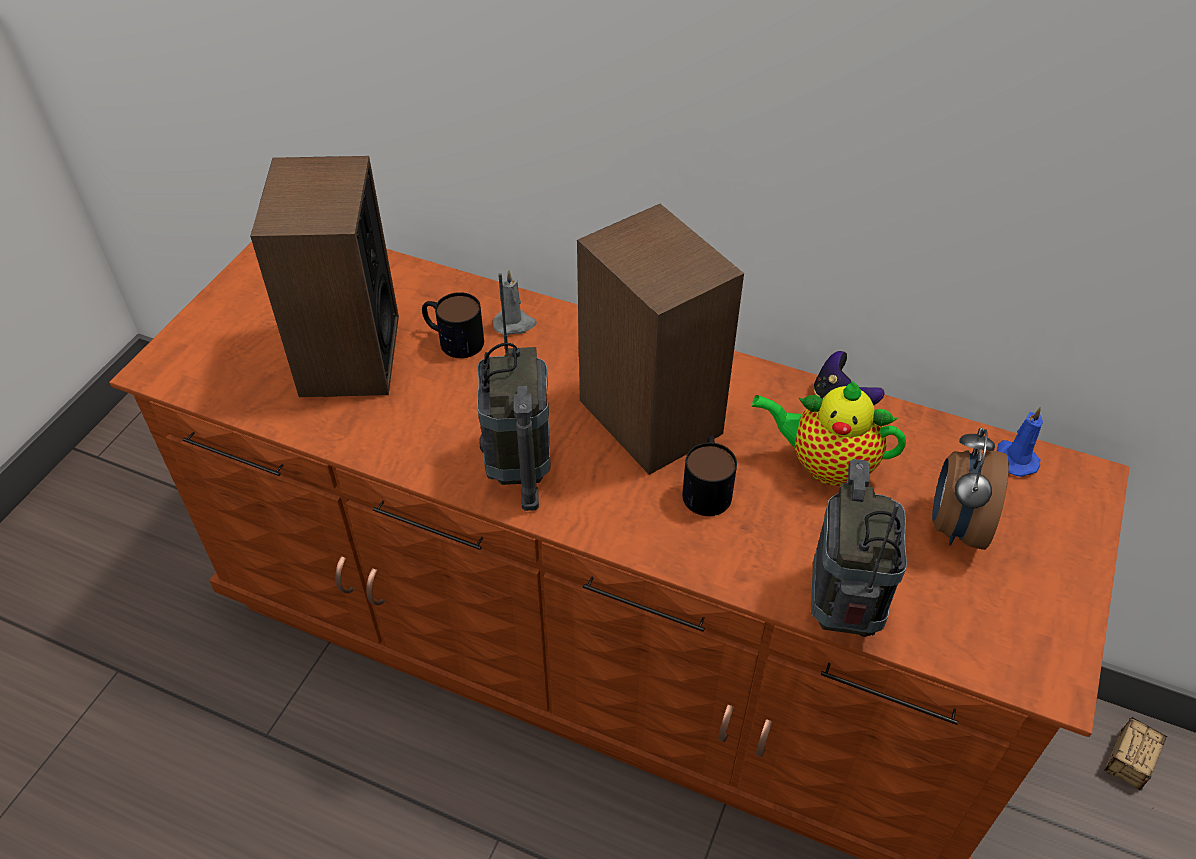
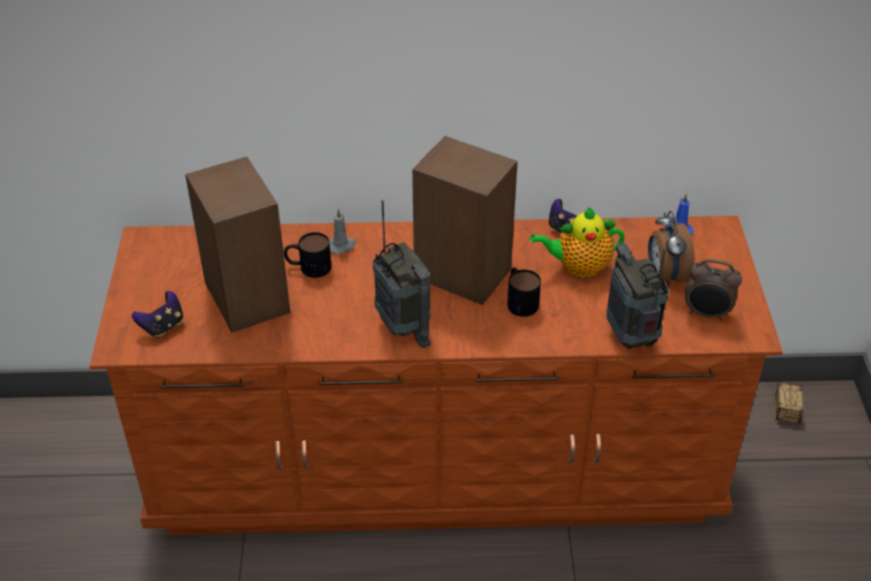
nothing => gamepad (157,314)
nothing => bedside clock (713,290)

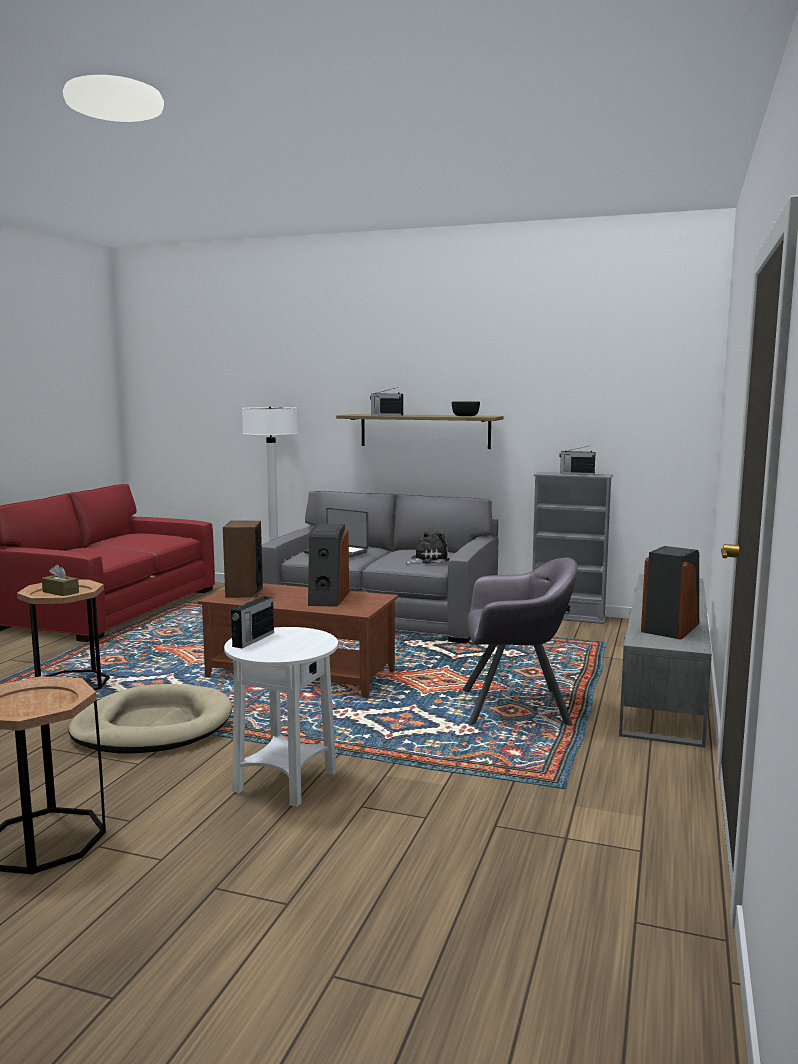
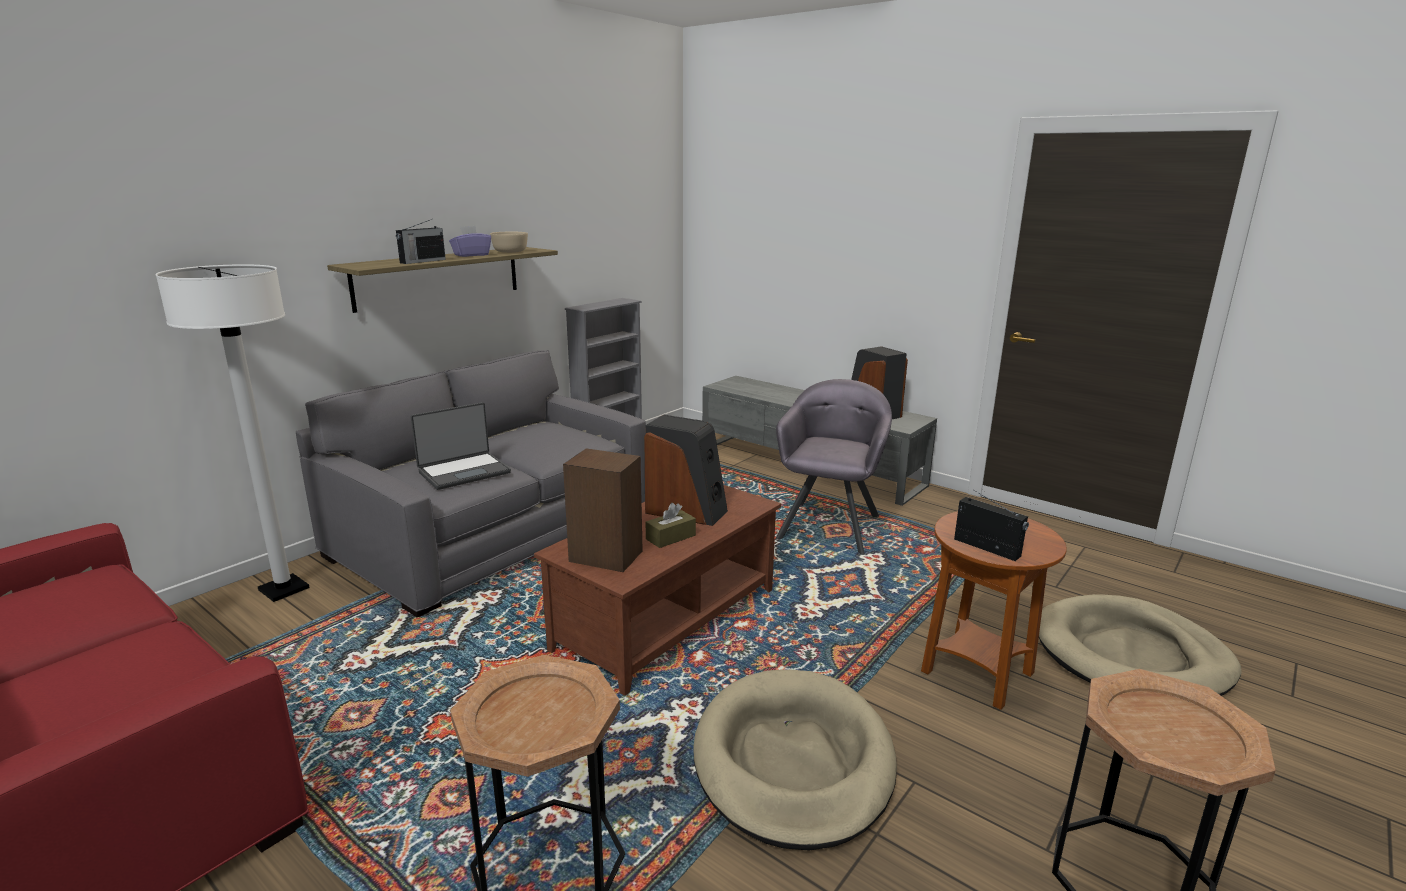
brown-coloured tissue holder (60,580) => brown-coloured tissue holder (671,525), relocated
whitish end table (281,717) => brown-coloured end table (994,610)
plush toy (427,548) => nothing
black-coloured serving bowl (466,408) => beige-coloured serving bowl (509,242)
radio receiver (577,460) => nothing
nothing => purple-coloured tissue holder (470,241)
nothing => beige-coloured dog cushion (1140,645)

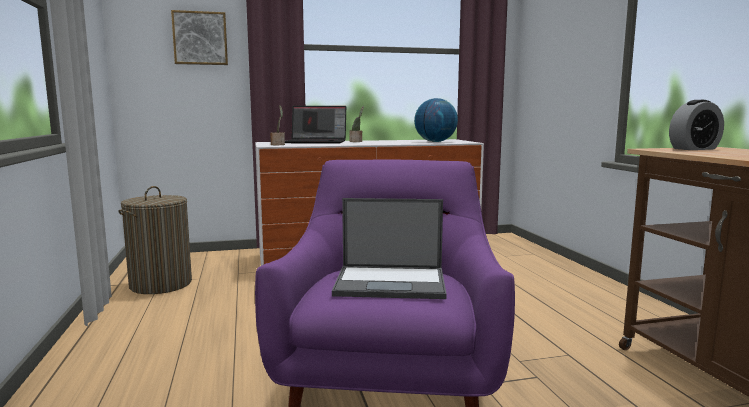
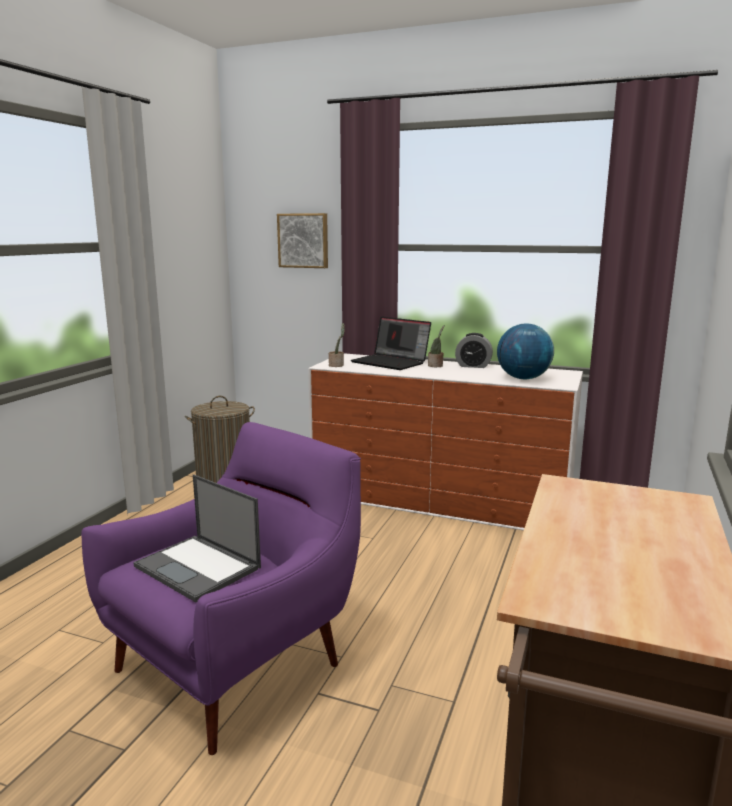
bedside clock (696,125) => bedside clock (474,350), relocated

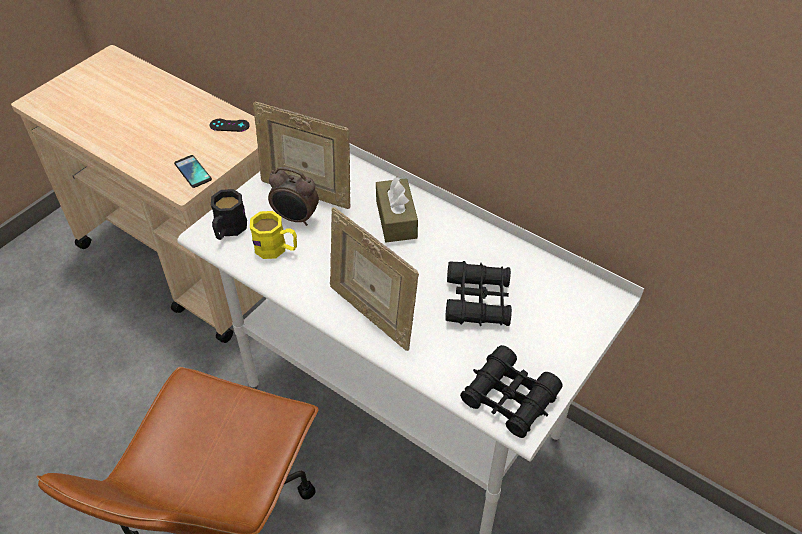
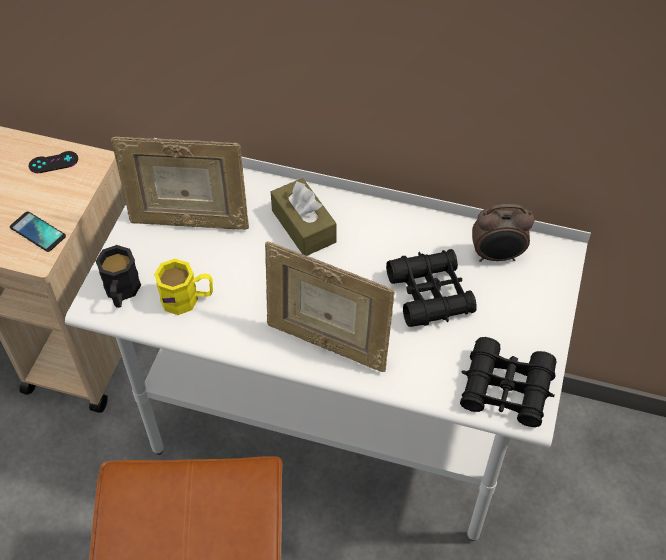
bedside clock (293,196) => bedside clock (503,233), relocated

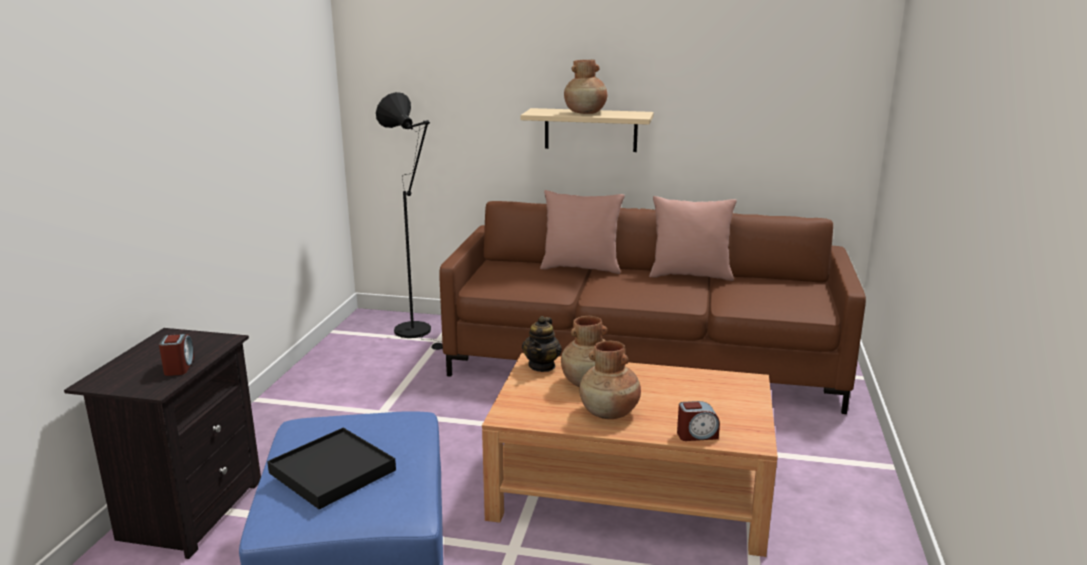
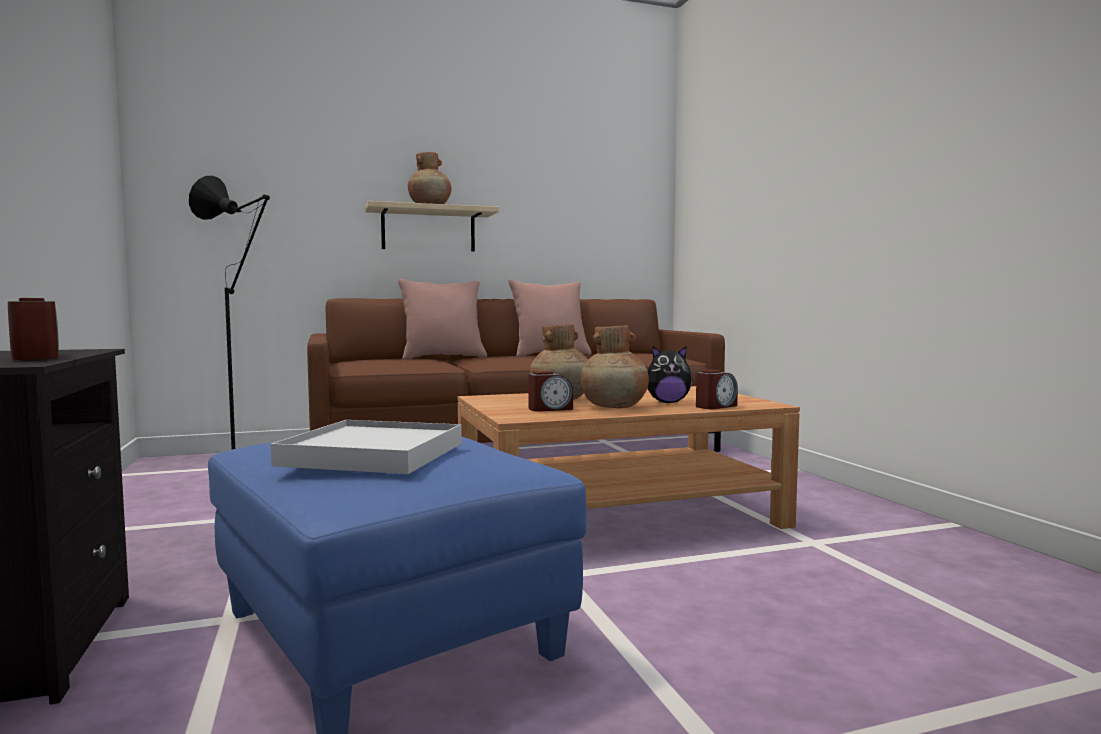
black-coloured serving tray (331,469) => whitish serving tray (366,447)
pot for tea (542,344) => nothing
nothing => bedside clock (550,391)
nothing => plush toy (670,374)

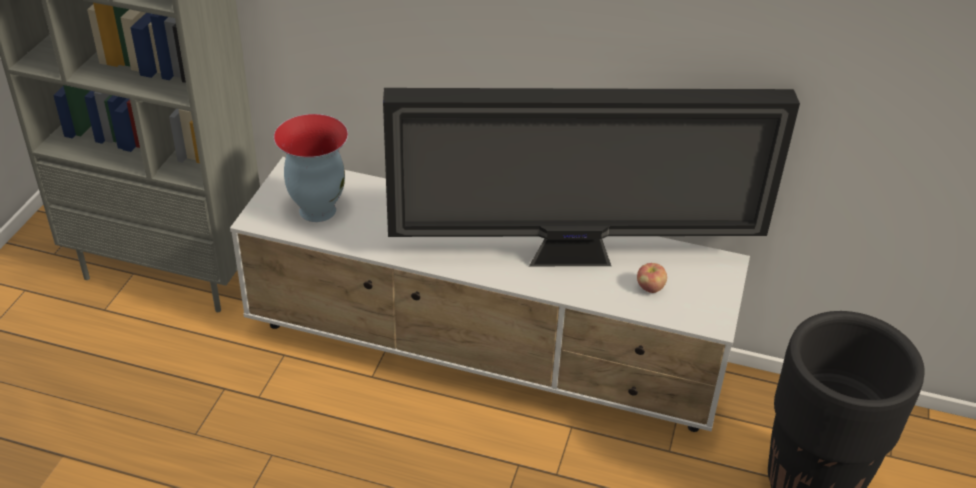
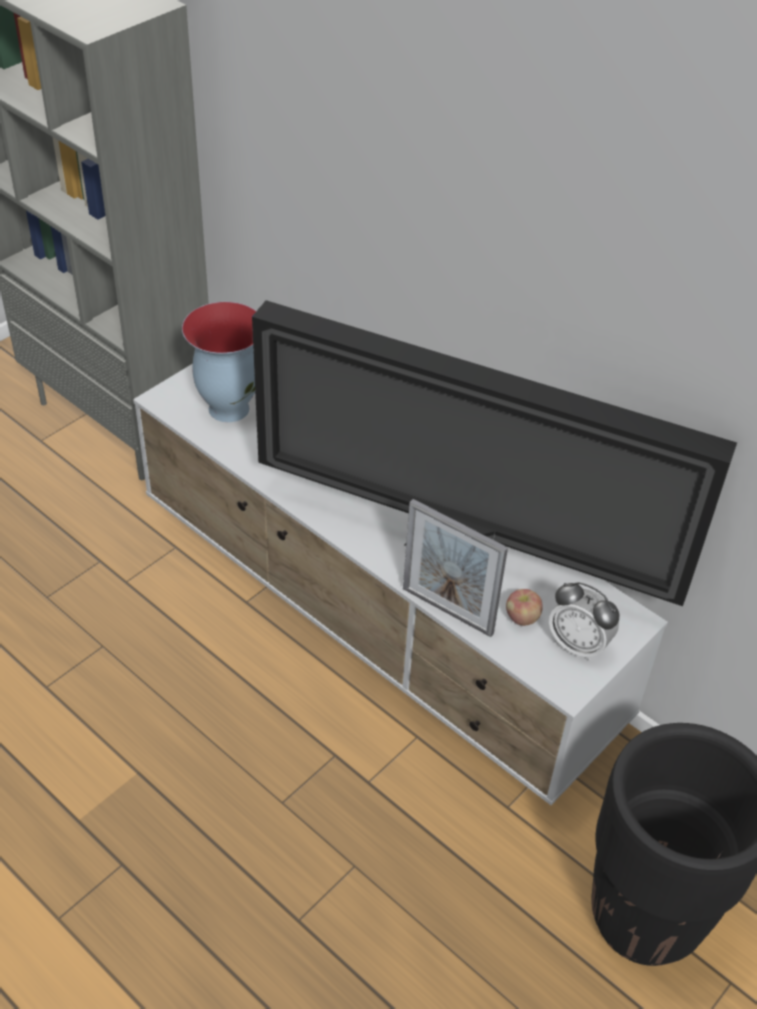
nothing => photo frame (455,568)
nothing => bedside clock (584,621)

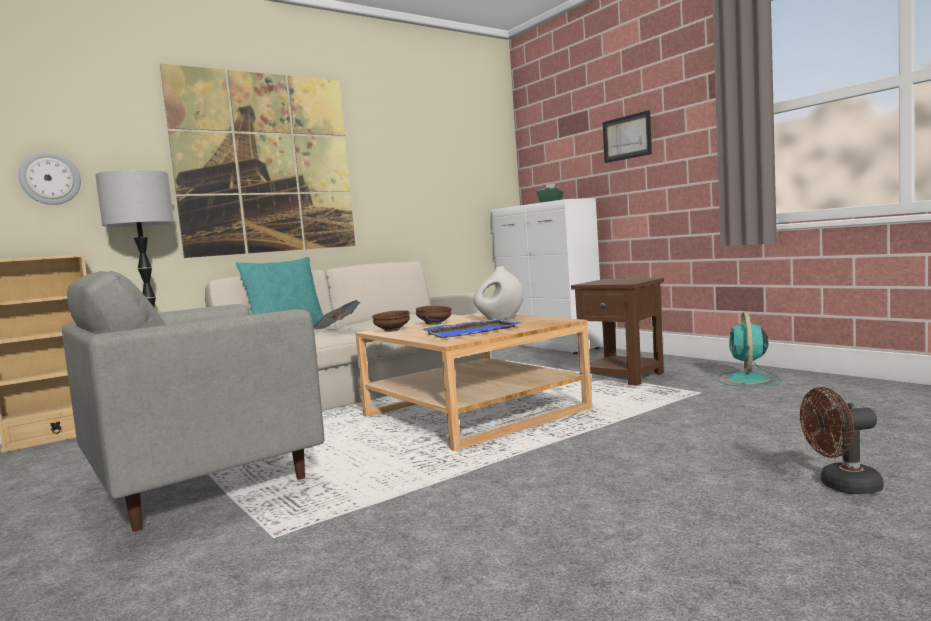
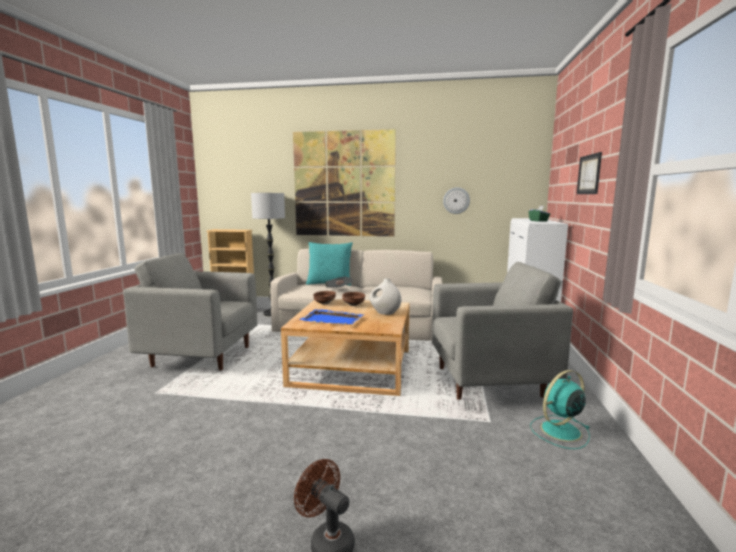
clock on the wall (50,178) => clock on the wall (456,200), relocated
brown-coloured end table (617,332) => gray lounge chair (502,331)

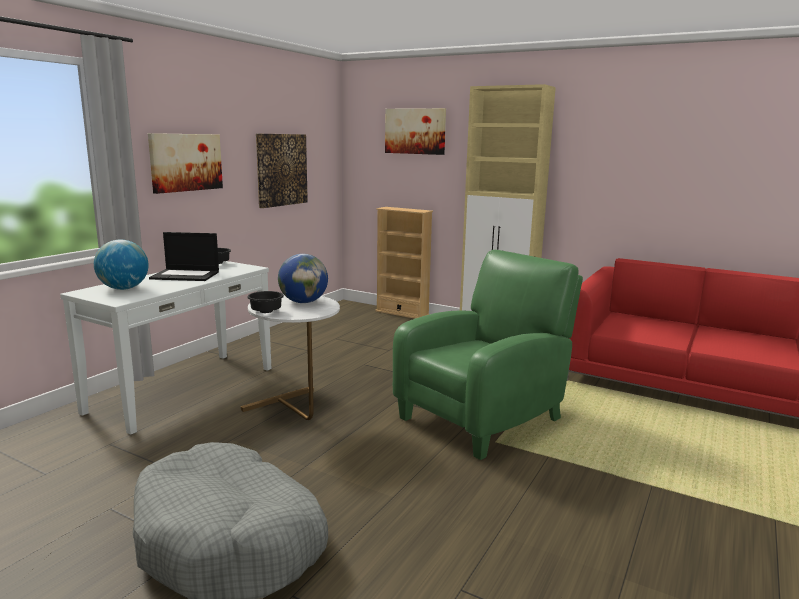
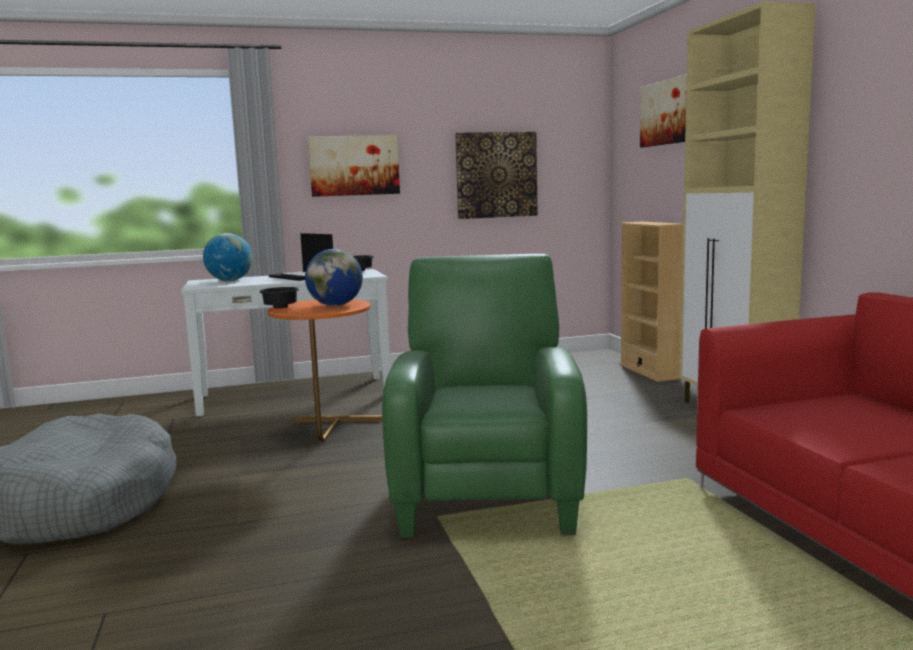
whitish end table (290,357) => orange end table (325,370)
green lounge chair (488,355) => green lounge chair (484,396), 90 degrees counterclockwise

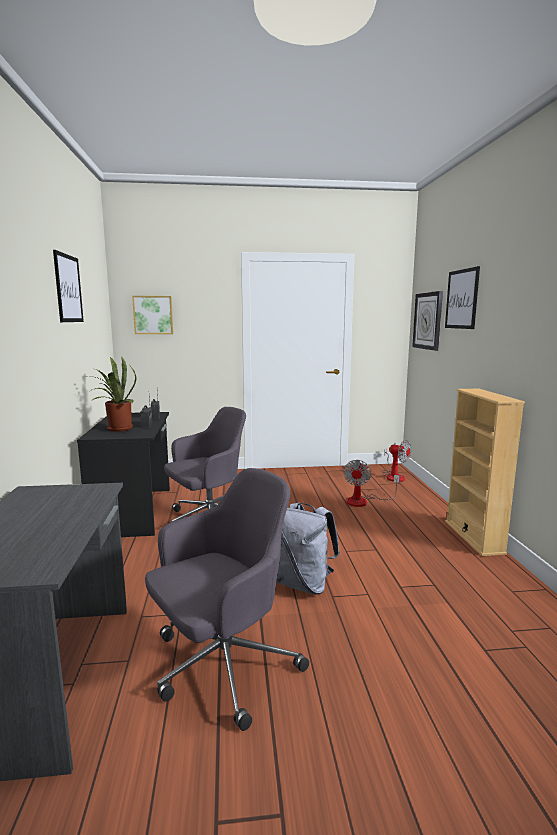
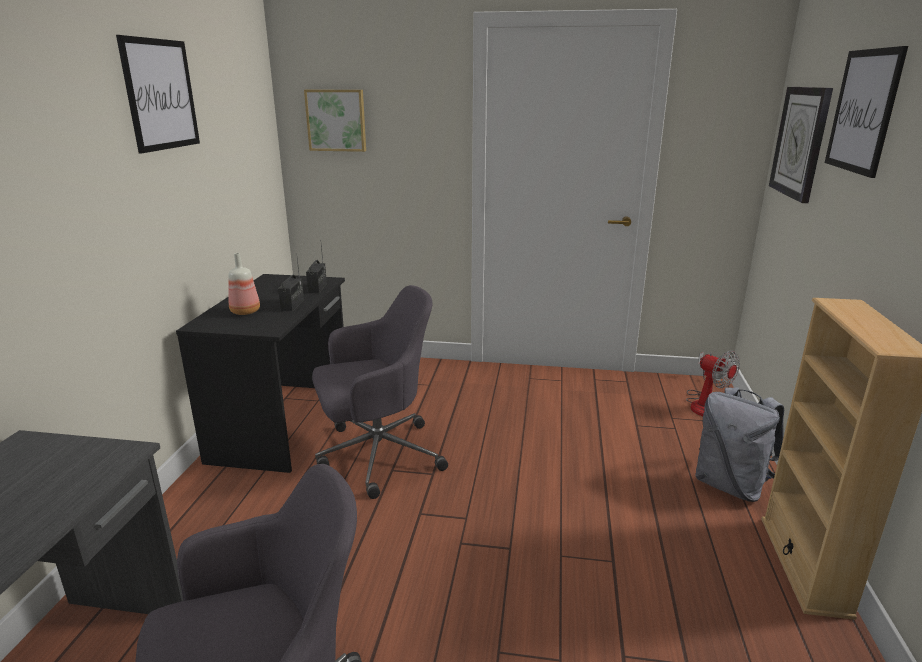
potted plant (111,394) => beverage bottle (244,284)
gray rucksack (308,548) => gray rucksack (739,444), relocated
cooling fan (371,483) => nothing

